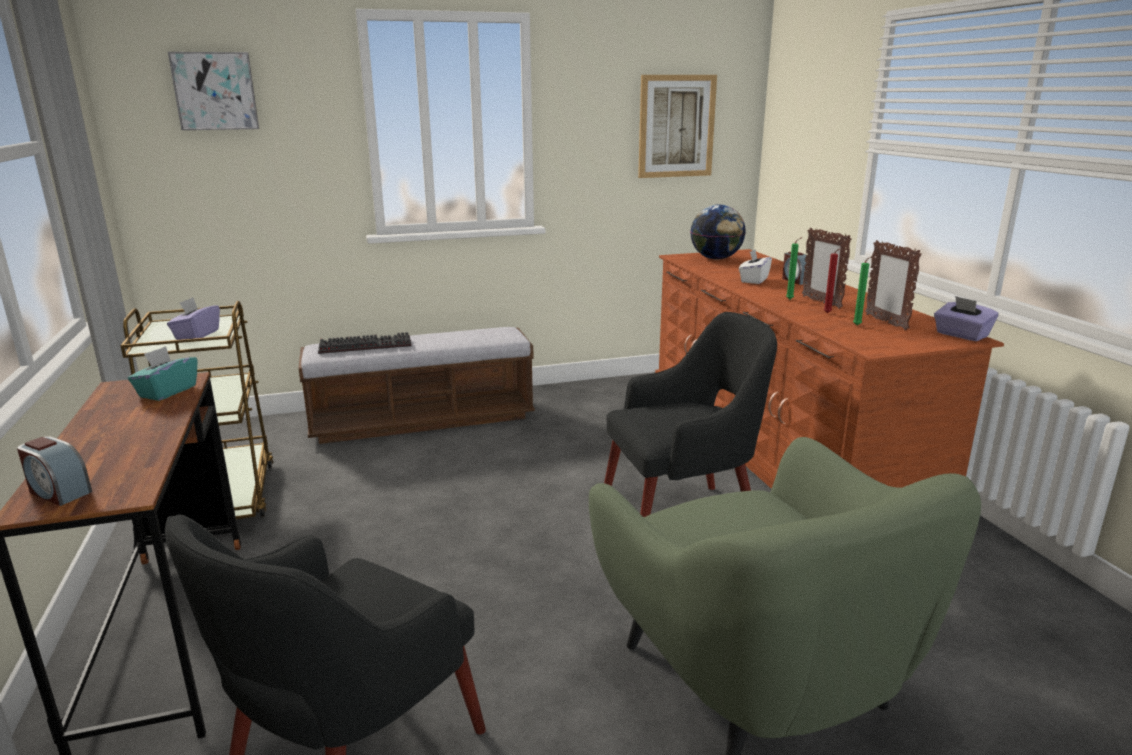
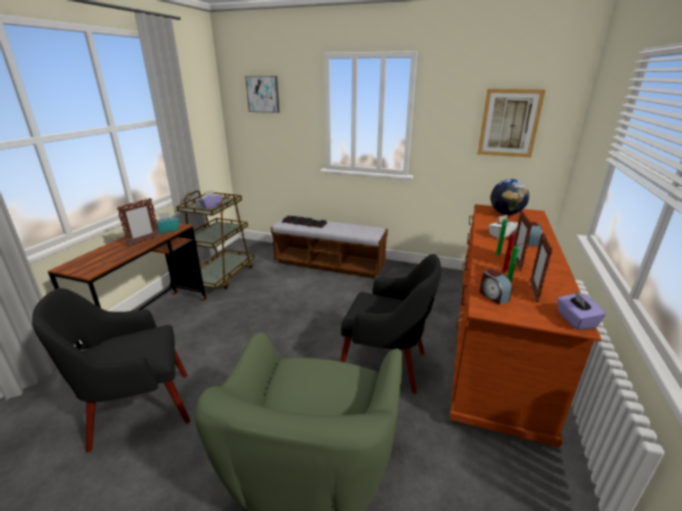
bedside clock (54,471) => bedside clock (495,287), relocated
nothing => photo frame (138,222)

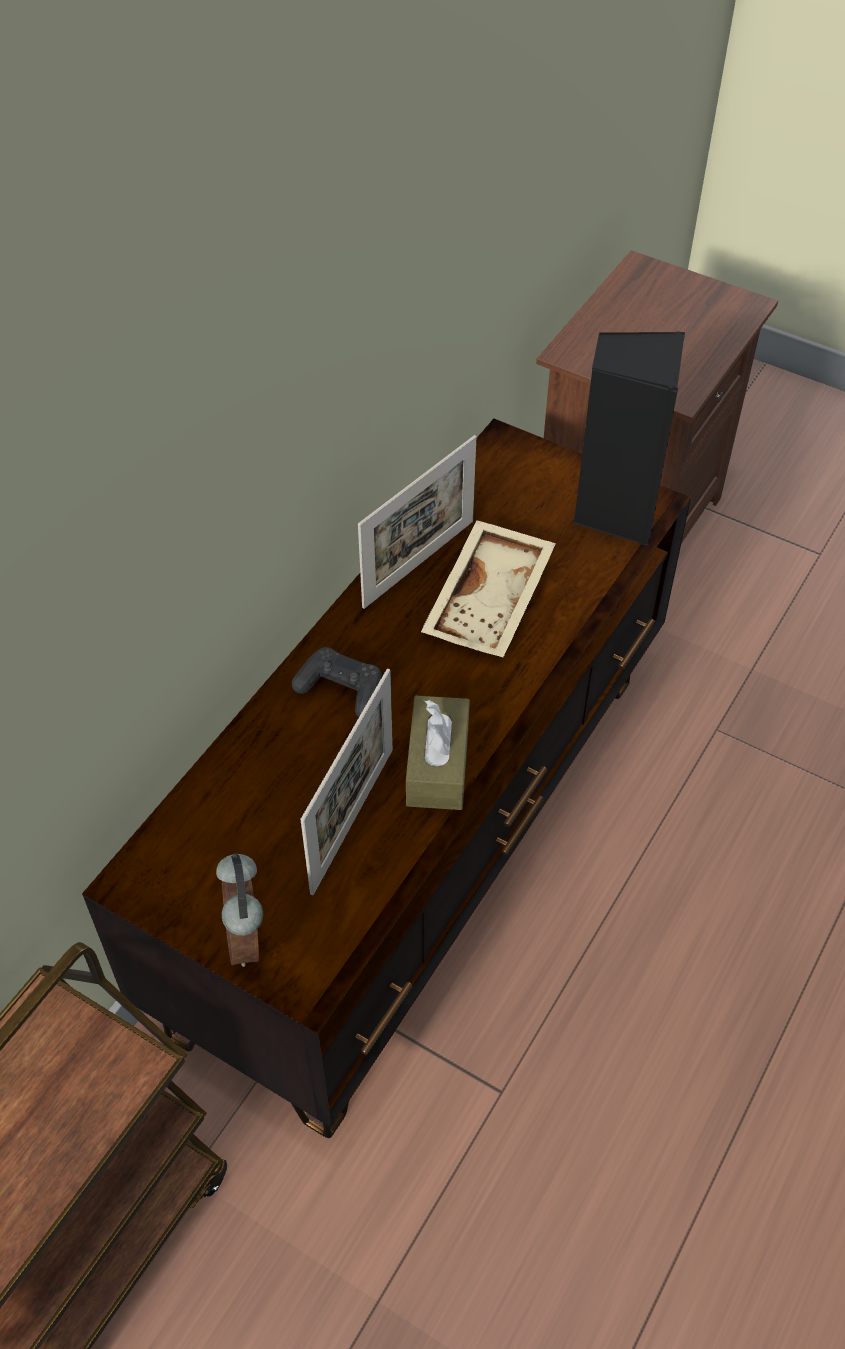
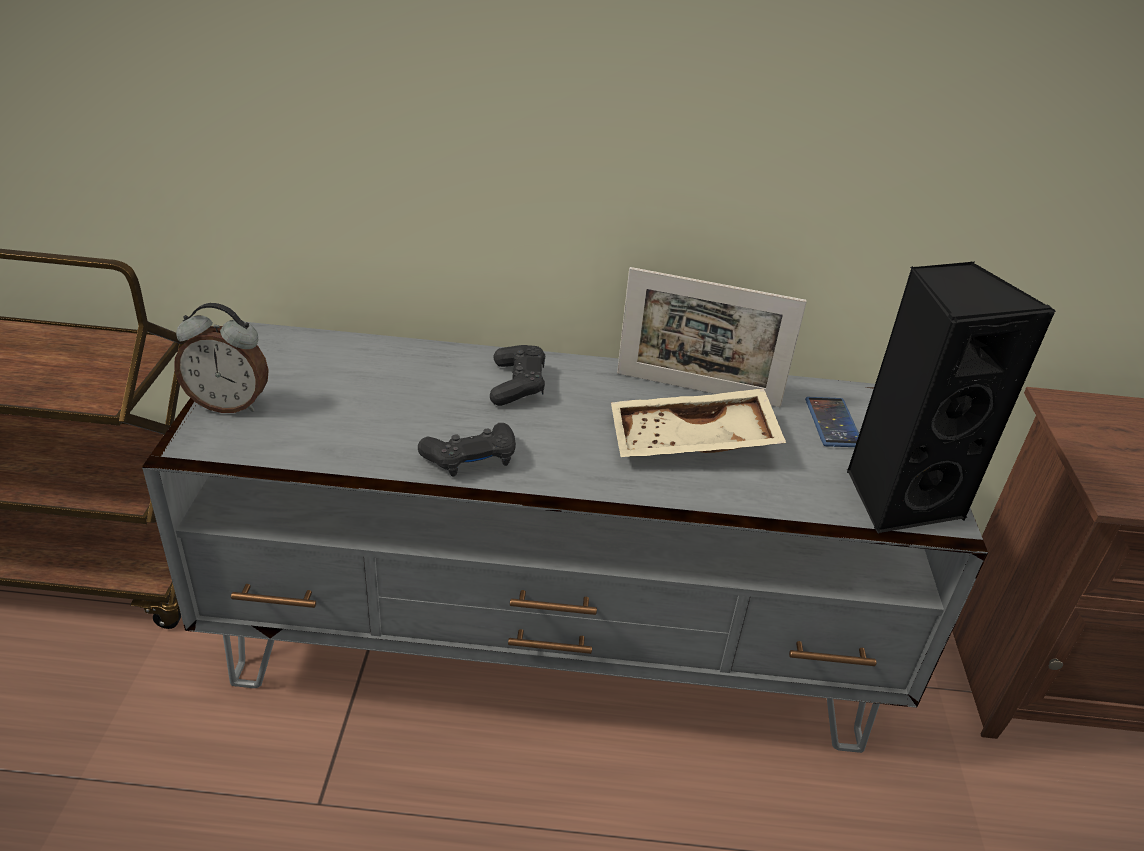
brown-coloured media console (386,778) => gray media console (565,537)
bedside clock (239,910) => bedside clock (221,358), 135 degrees counterclockwise
photo frame (346,782) => nothing
brown-coloured tissue holder (438,753) => black-coloured gamepad (467,449)
nothing => handset (832,422)

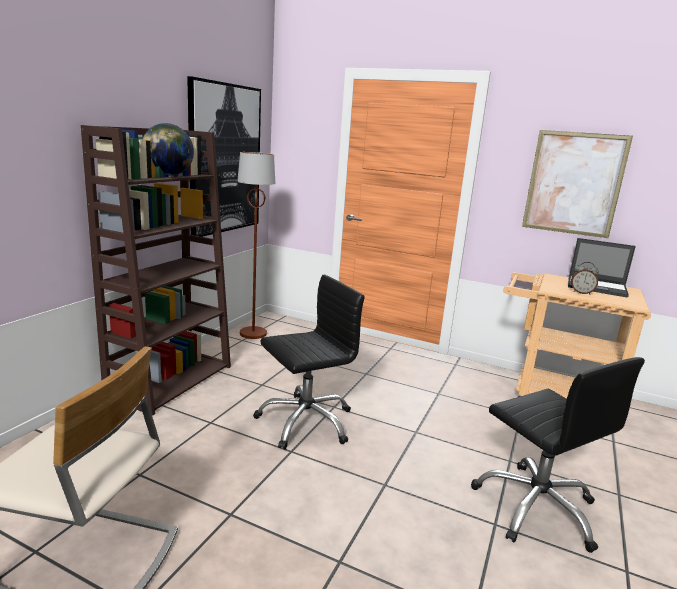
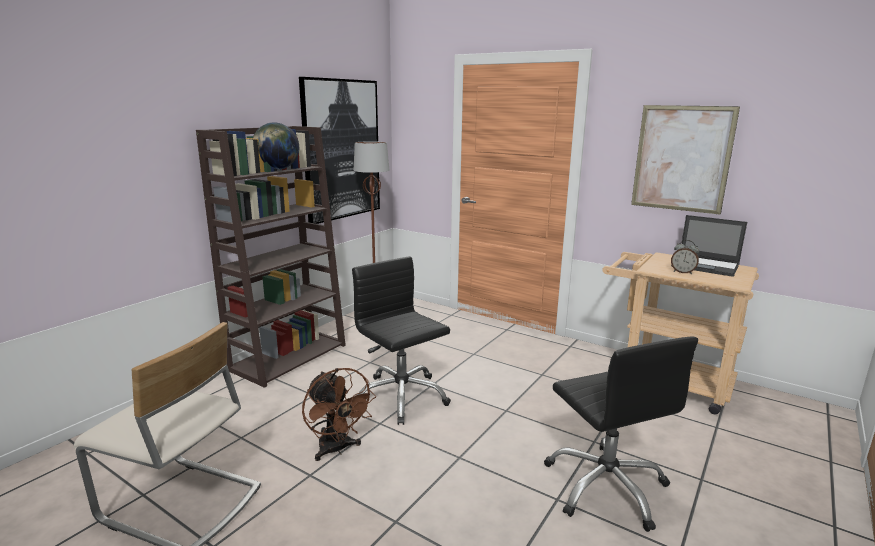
black-coloured desk chair (309,362) => black-coloured desk chair (401,340), 105 degrees counterclockwise
nothing => brown-coloured cooling fan (339,414)

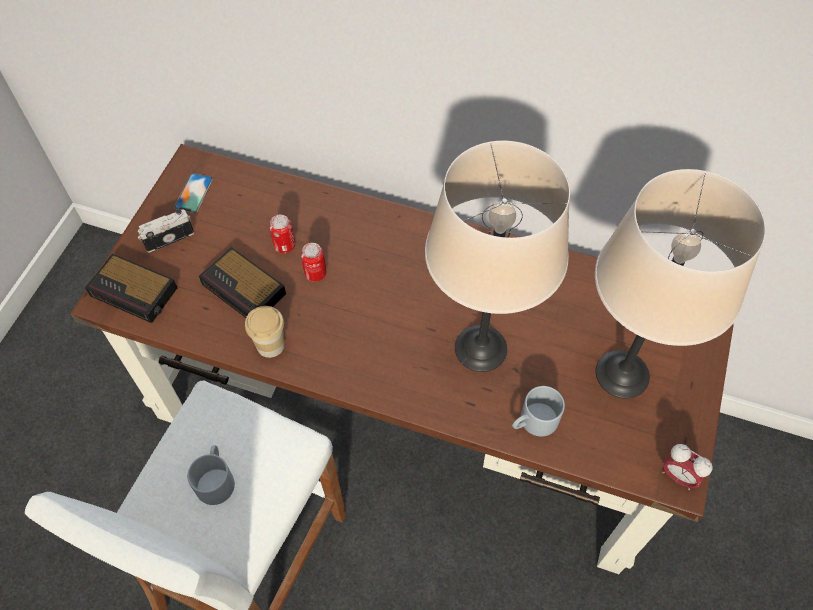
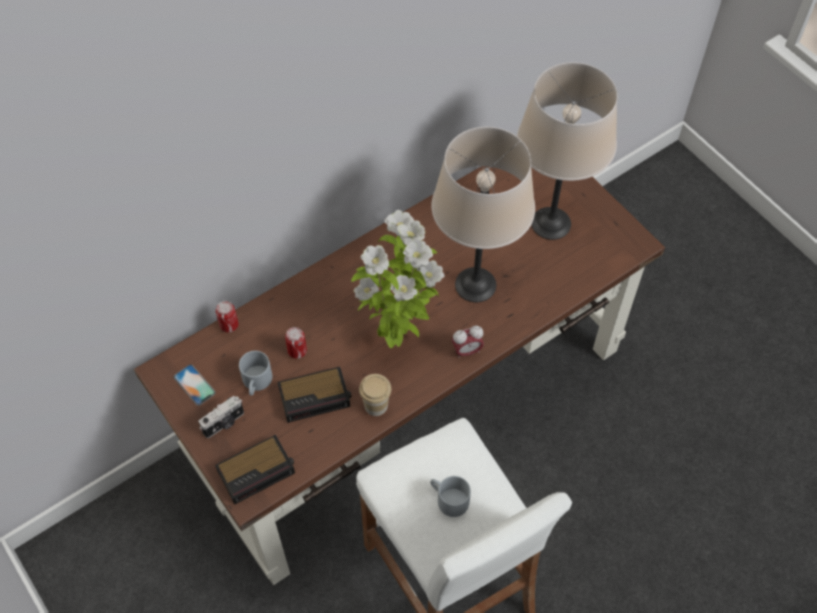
still camera (166,231) => still camera (221,417), 135 degrees counterclockwise
sealed can (314,262) => sealed can (227,316), relocated
gray tea mug (538,411) => gray tea mug (255,373), relocated
bedside clock (687,467) => bedside clock (468,342), relocated
nothing => potted plant (398,279)

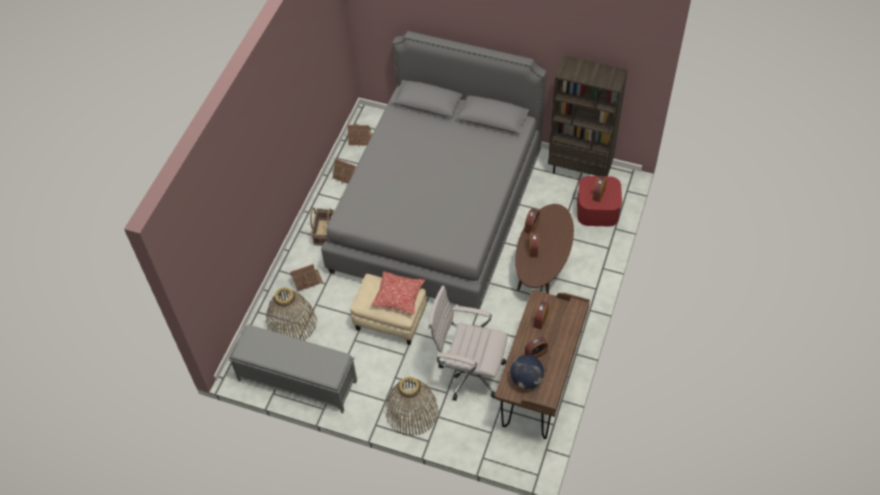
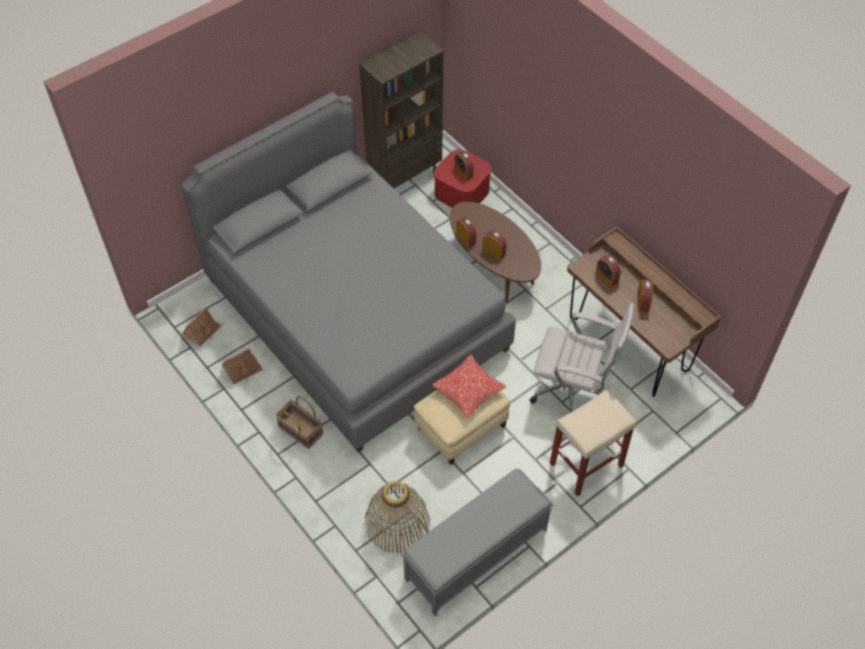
model house (306,277) => nothing
storage basket (412,406) => beige-coloured sitting stool (593,443)
whitish desk chair (468,343) => whitish desk chair (581,358), 120 degrees counterclockwise
globe (527,372) => nothing

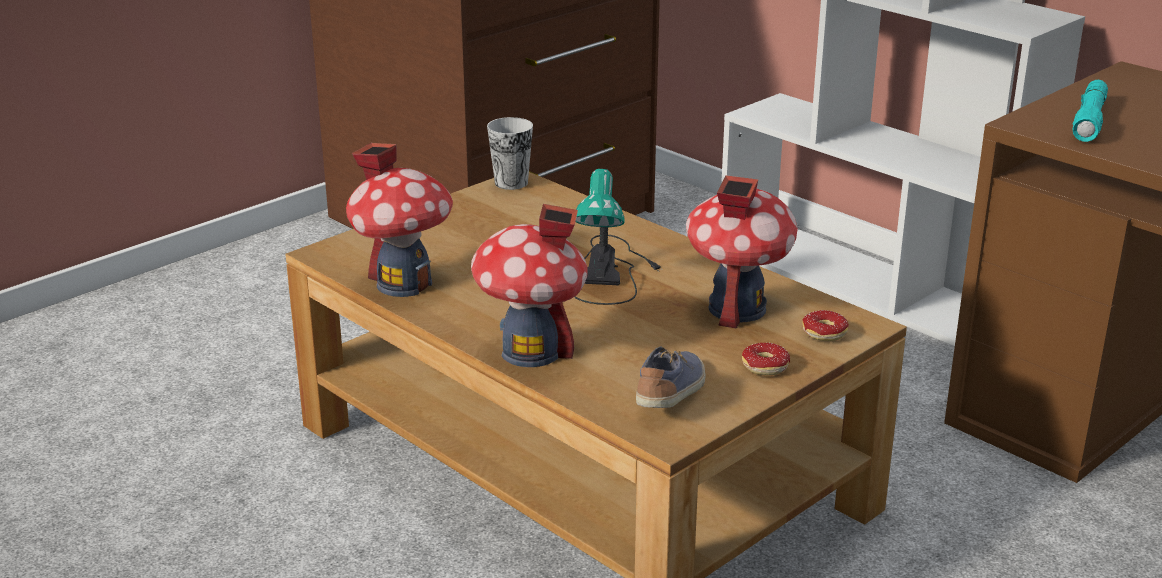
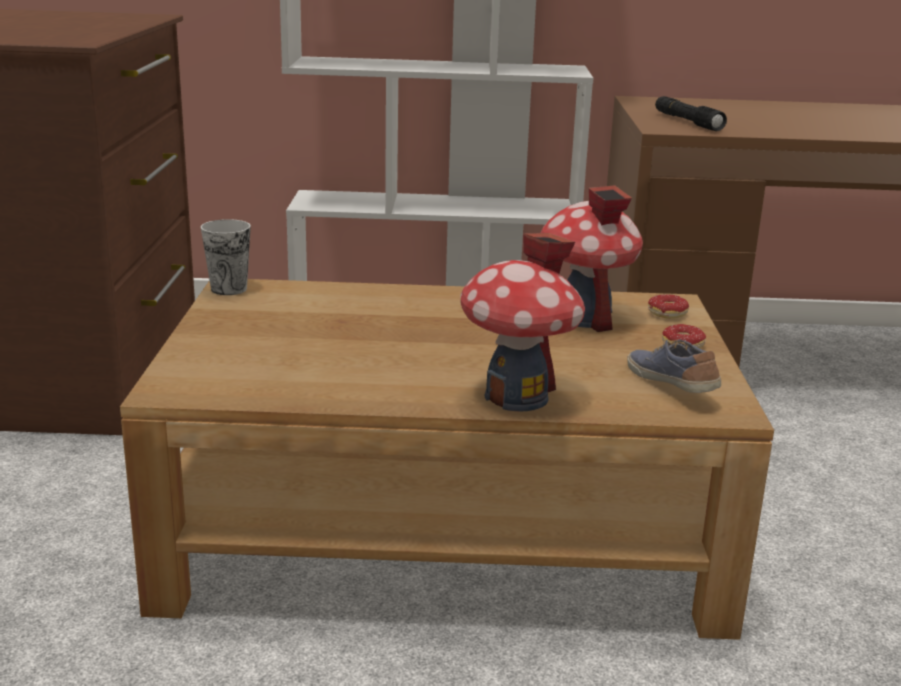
model house (399,220) => nothing
tabletop lamp (618,237) => nothing
turquoise flashlight (1090,111) => black-coloured flashlight (691,113)

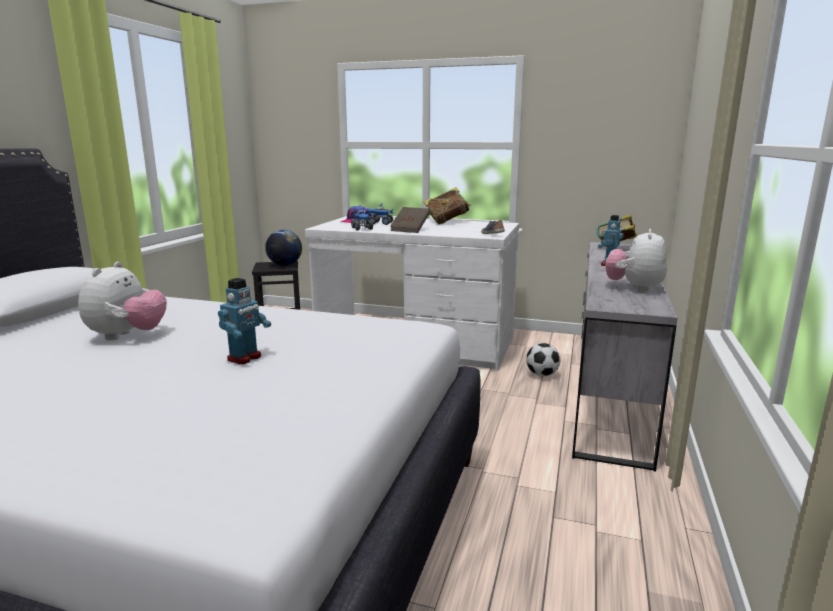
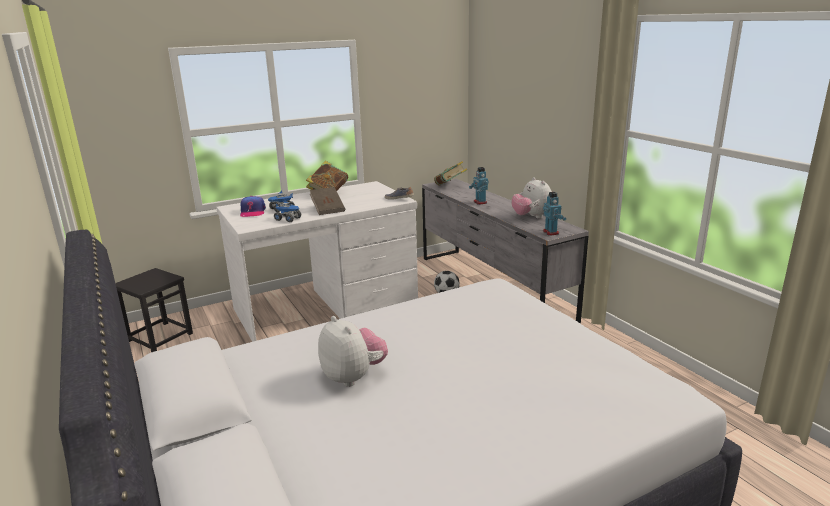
robot figure (244,321) => robot figure (554,214), relocated
globe (283,248) => nothing

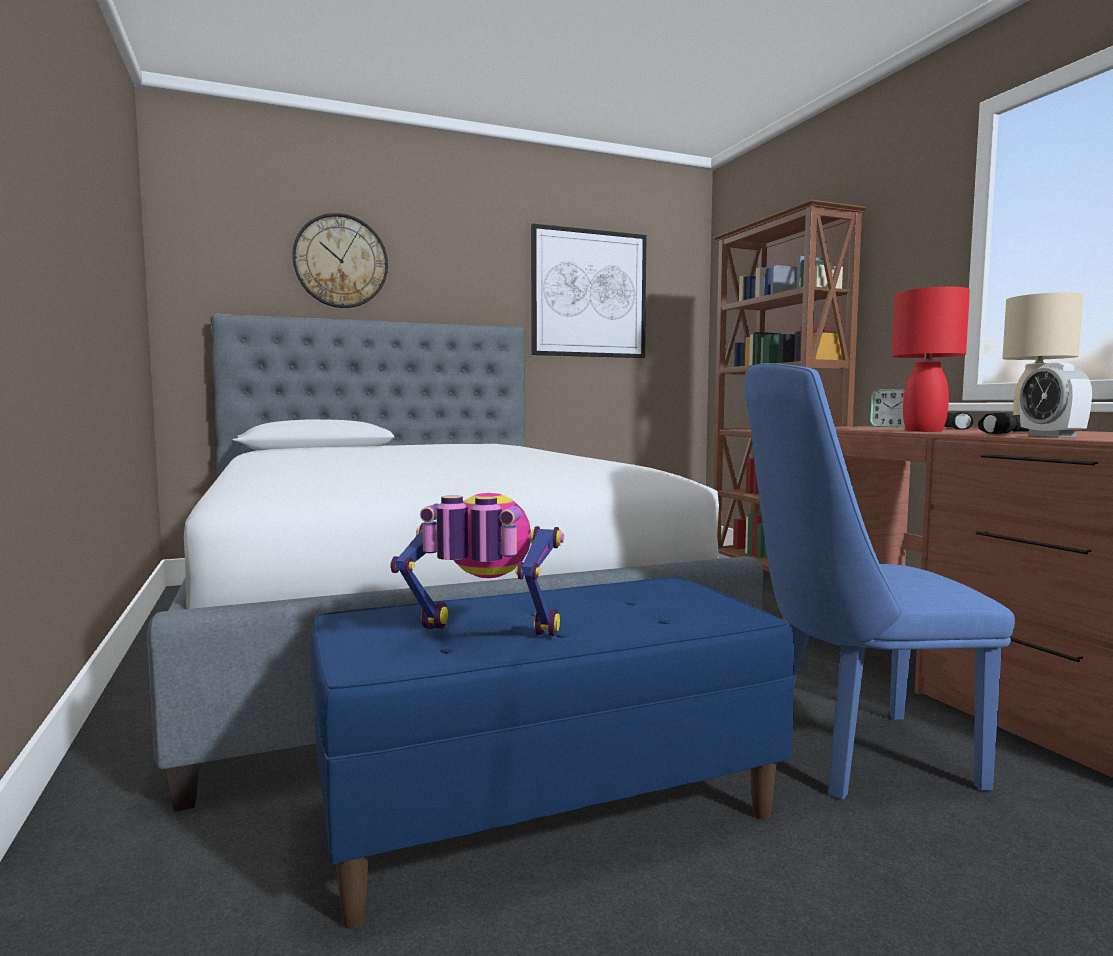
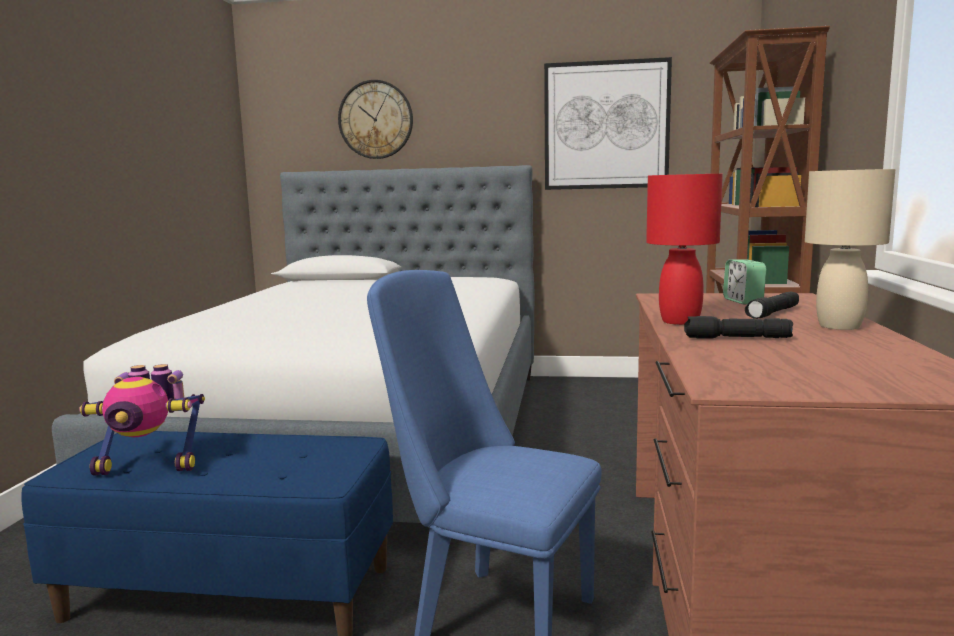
robot figure (477,564) => robot figure (142,419), 135 degrees clockwise
bedside clock (1056,400) => nothing

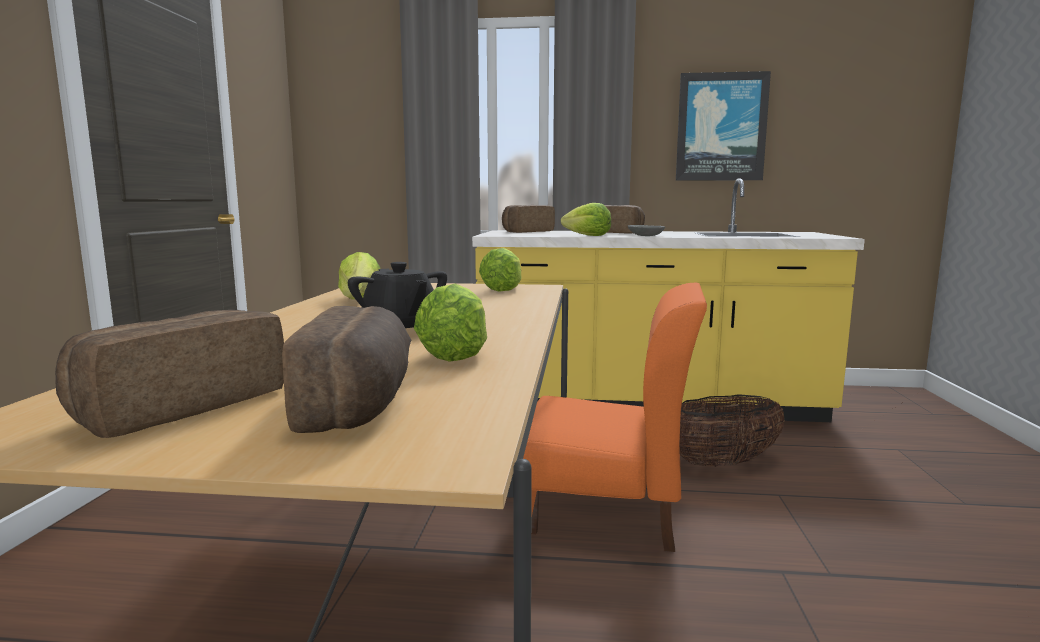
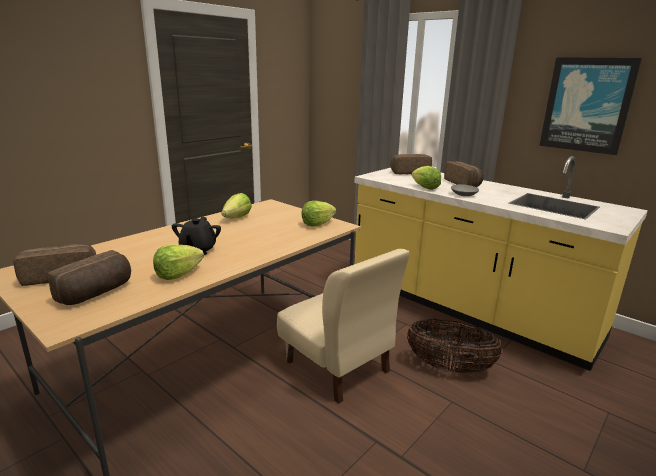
orange upright chair (615,417) => beige-coloured upright chair (343,326)

